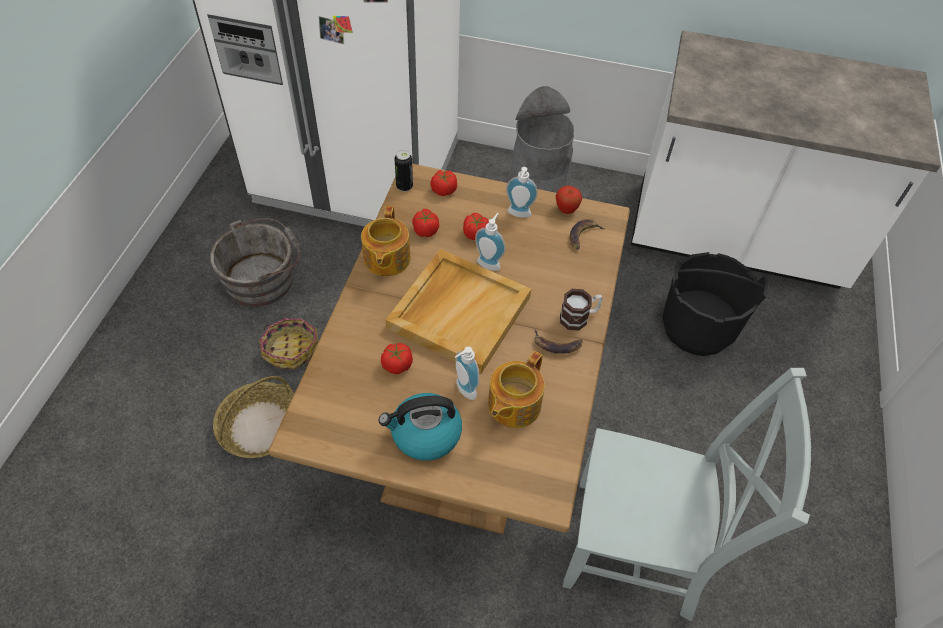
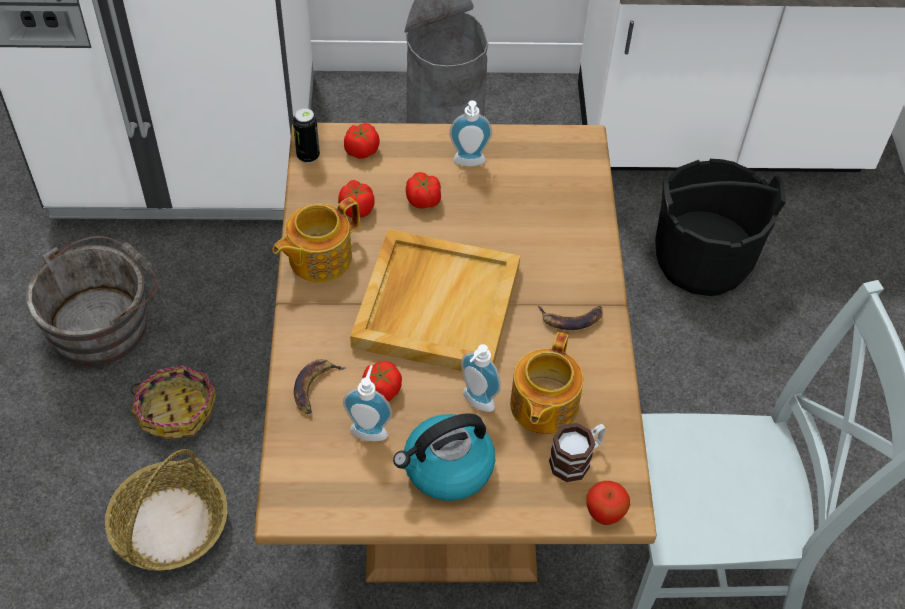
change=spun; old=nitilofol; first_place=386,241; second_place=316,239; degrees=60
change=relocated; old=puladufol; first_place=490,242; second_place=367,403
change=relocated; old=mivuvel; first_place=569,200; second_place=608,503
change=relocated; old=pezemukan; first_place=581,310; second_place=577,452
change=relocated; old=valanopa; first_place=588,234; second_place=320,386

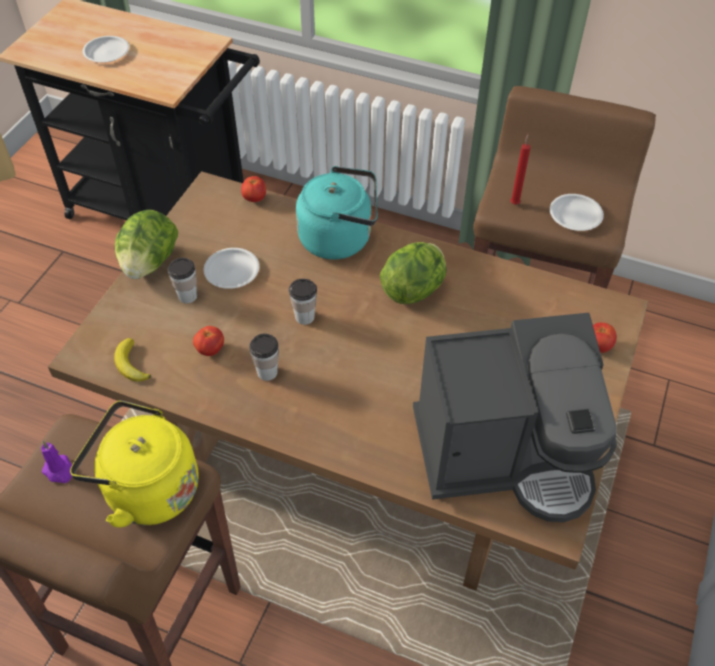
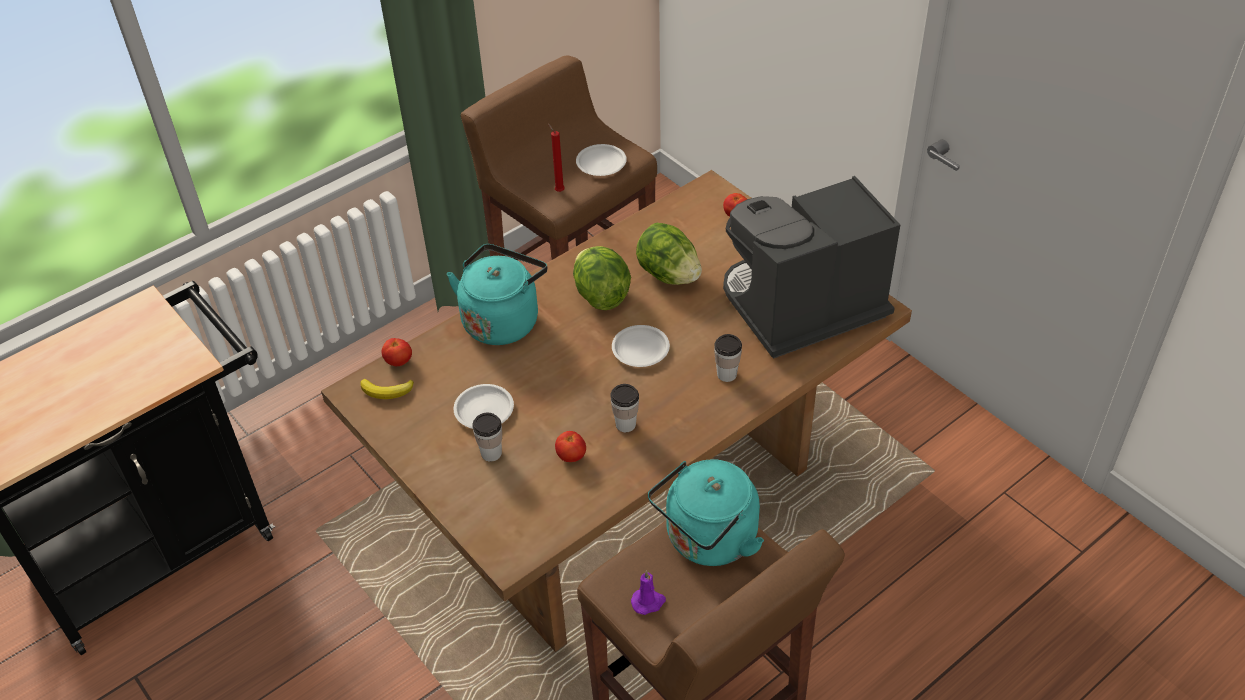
change=colour; old=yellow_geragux; new=turquoise_geragux; first_place=134,464; second_place=706,512
change=relocated; old=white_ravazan; first_place=106,49; second_place=641,346
change=relocated; old=valanopa; first_place=132,360; second_place=387,389
change=relocated; old=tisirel; first_place=146,244; second_place=669,254
change=relocated; old=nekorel; first_place=303,302; second_place=728,358
change=spun; old=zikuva; first_place=515,417; second_place=811,267; degrees=-135

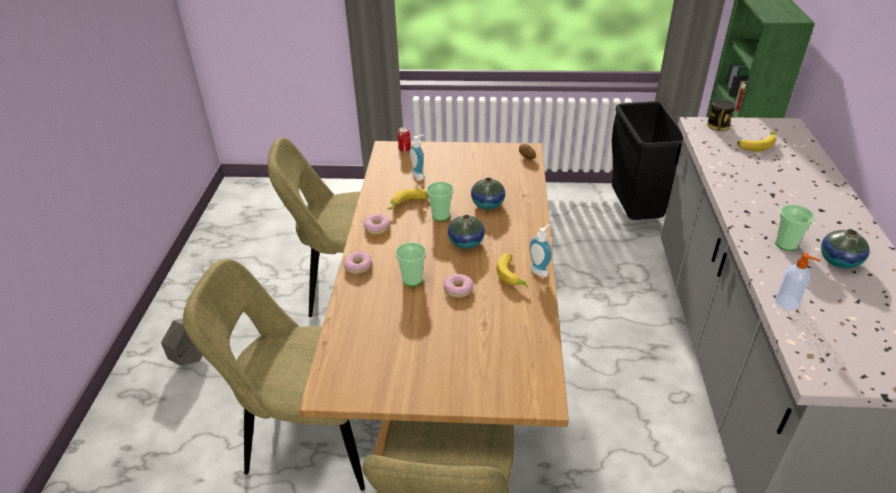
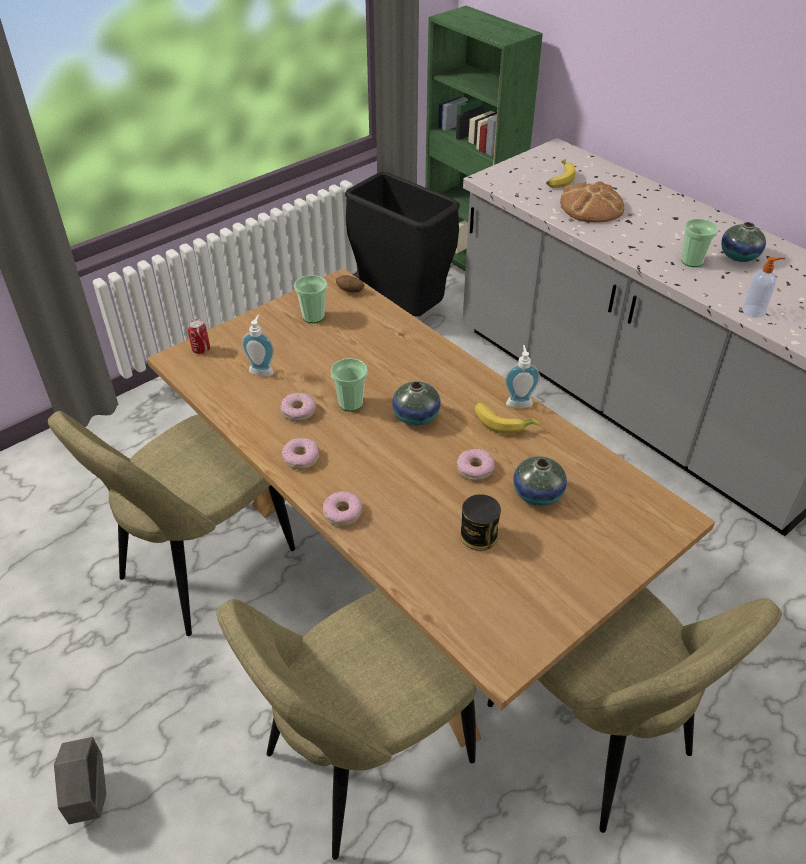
change=exchanged; old=valanopa; new=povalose; first_place=408,199; second_place=298,407
change=relocated; old=nekorel; first_place=410,264; second_place=310,299
change=relocated; old=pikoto; first_place=488,193; second_place=540,481
change=relocated; old=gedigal; first_place=721,115; second_place=480,522
change=appeared; new=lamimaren; second_place=592,202

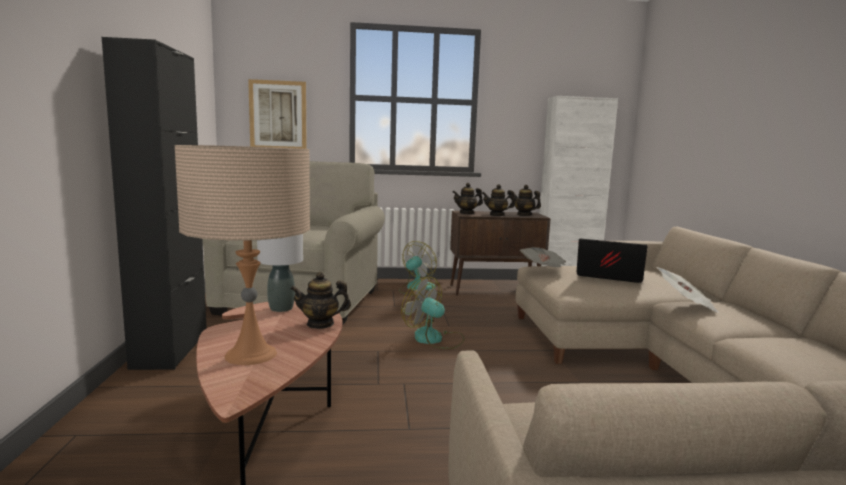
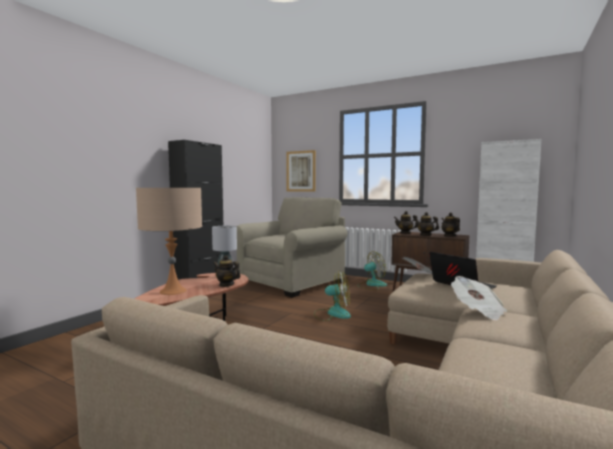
change=spun; old=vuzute; first_place=433,313; second_place=332,295; degrees=120

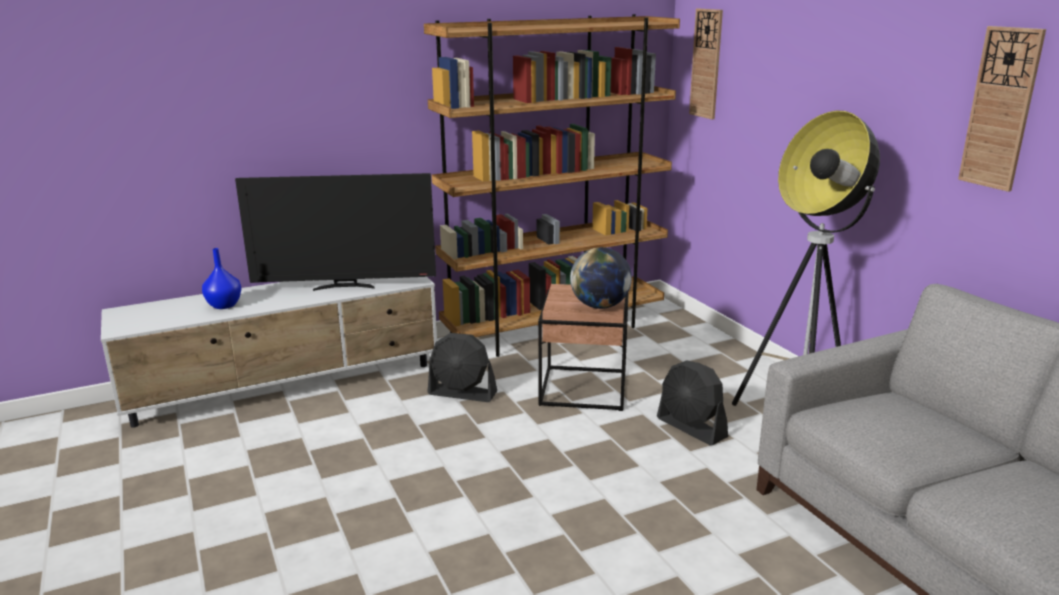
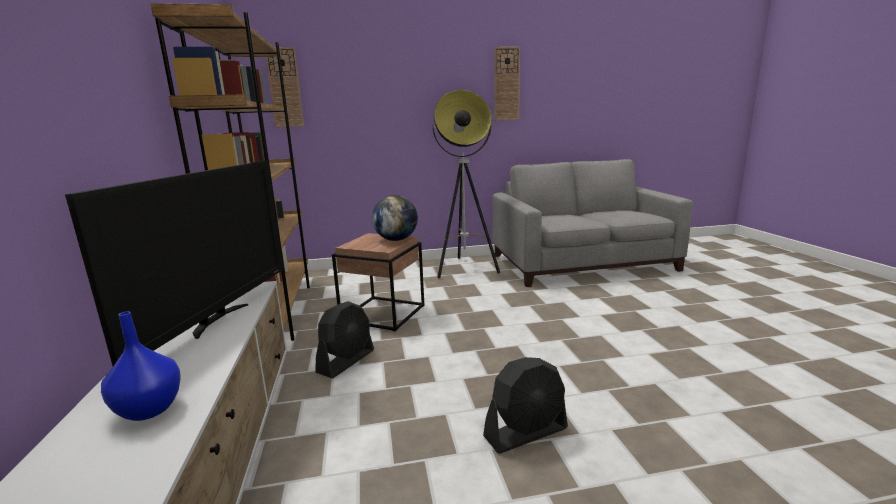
change=relocated; old=black_vuzute; first_place=692,403; second_place=525,405

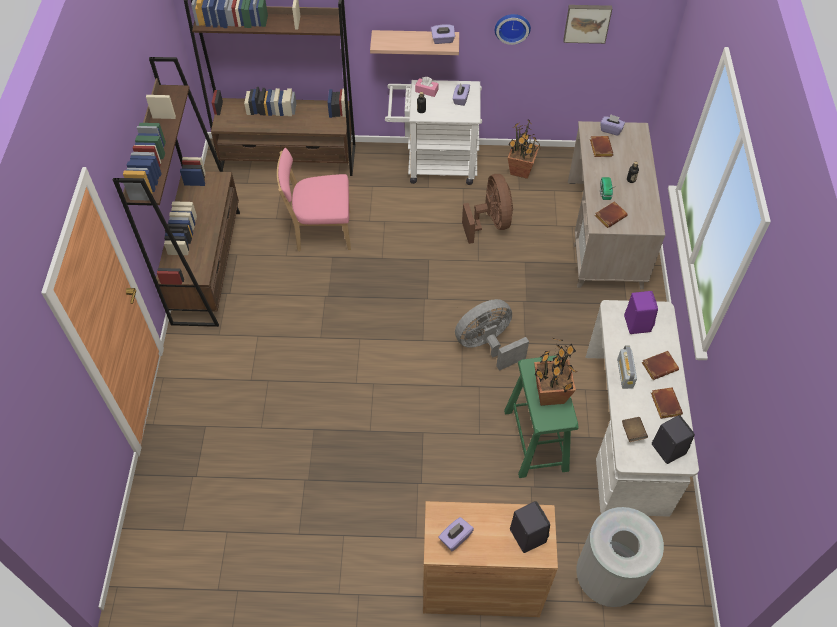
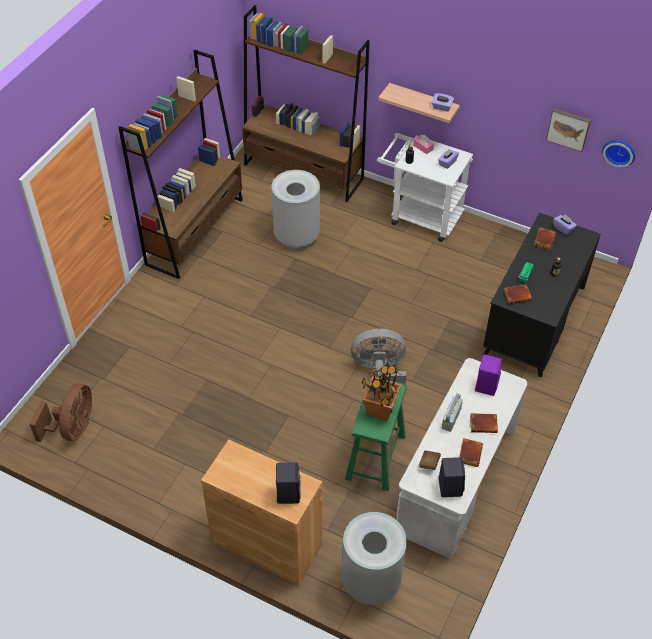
change=exchanged; old=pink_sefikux; new=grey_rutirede; first_place=314,199; second_place=295,210
change=missing; old=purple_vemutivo; first_place=456,534
change=relocated; old=brown_vuzute; first_place=487,209; second_place=60,412
change=relocated; old=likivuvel; first_place=513,29; second_place=618,154
change=missing; old=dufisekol; first_place=524,148
change=colour; old=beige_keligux; new=black_keligux; first_place=616,205; second_place=542,295

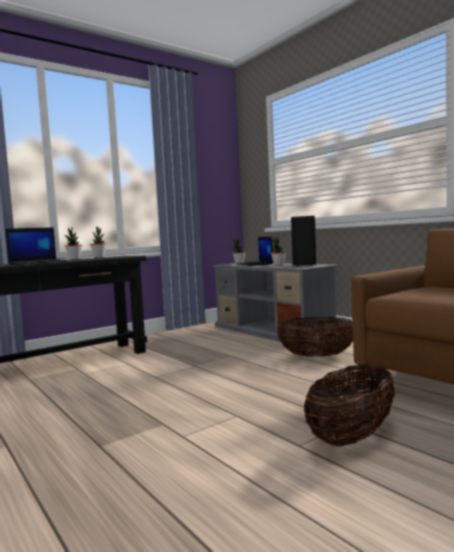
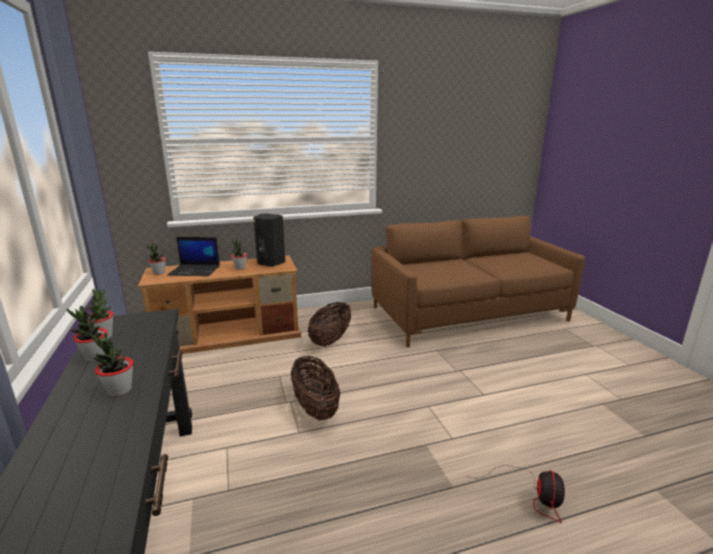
change=exchanged; old=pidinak; new=dufisekol; first_place=36,246; second_place=112,364
change=colour; old=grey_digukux; new=brown_digukux; first_place=275,302; second_place=219,305
change=relocated; old=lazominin; first_place=349,405; second_place=315,388
change=appeared; new=vuzute; second_place=515,494

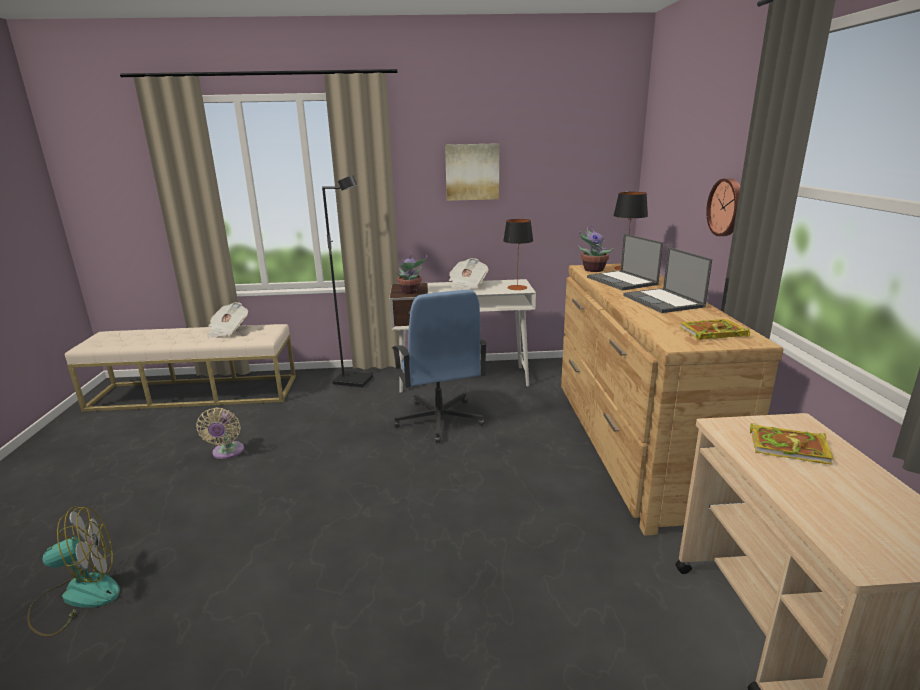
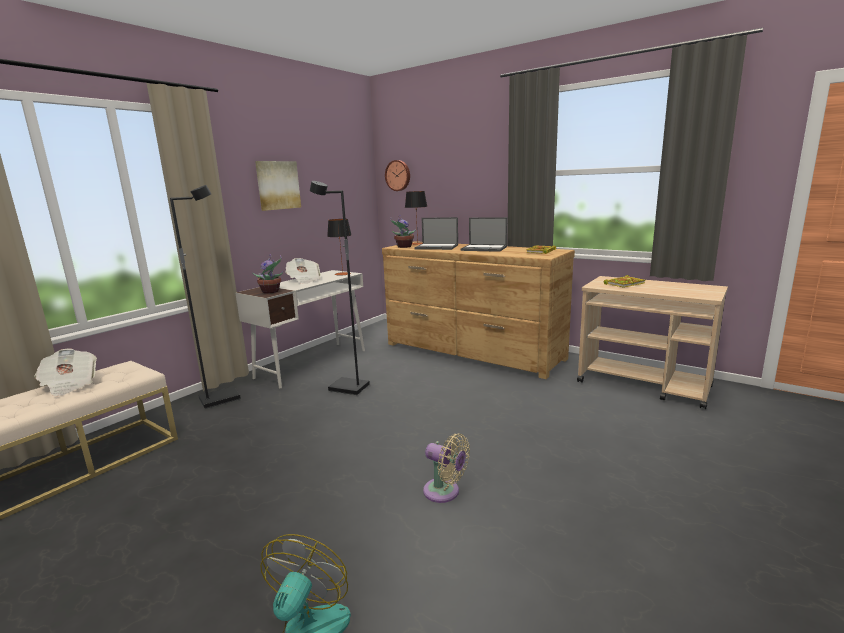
change=relocated; old=beige_vuzute; first_place=220,433; second_place=446,468
change=exchanged; old=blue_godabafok; new=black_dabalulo; first_place=440,366; second_place=340,288
change=relocated; old=likivuvel; first_place=723,207; second_place=397,175

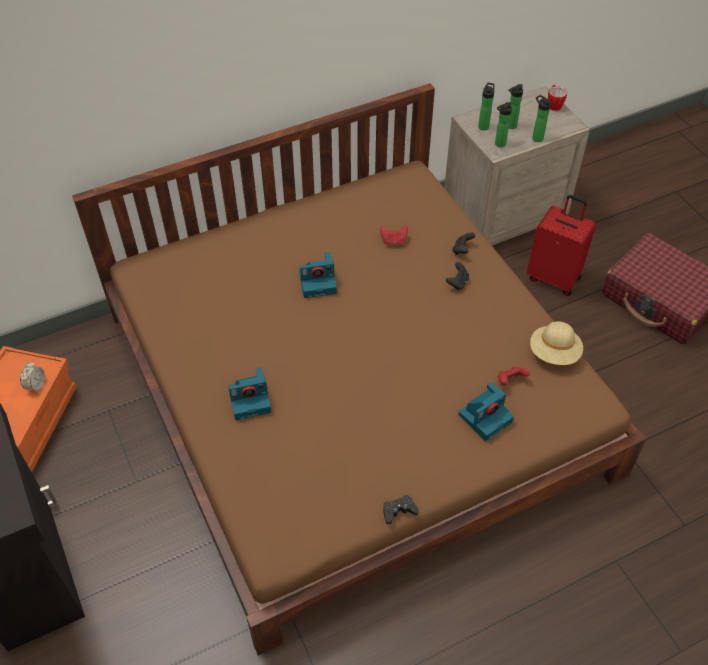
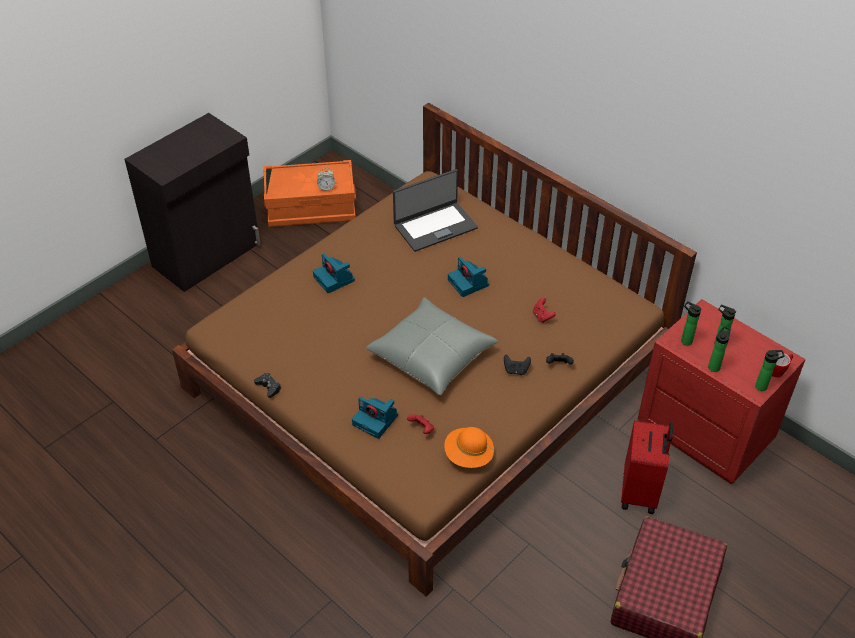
change=colour; old=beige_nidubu; new=red_nidubu; first_place=517,165; second_place=721,392
change=relocated; old=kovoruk; first_place=486,106; second_place=770,370
change=colour; old=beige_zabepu; new=orange_zabepu; first_place=556,343; second_place=469,447
change=appeared; new=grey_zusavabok; second_place=432,346
change=appeared; new=pidinak; second_place=435,210

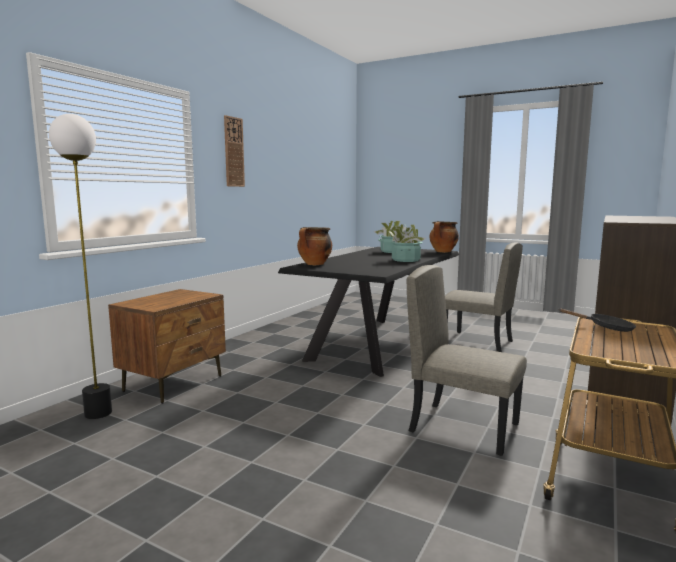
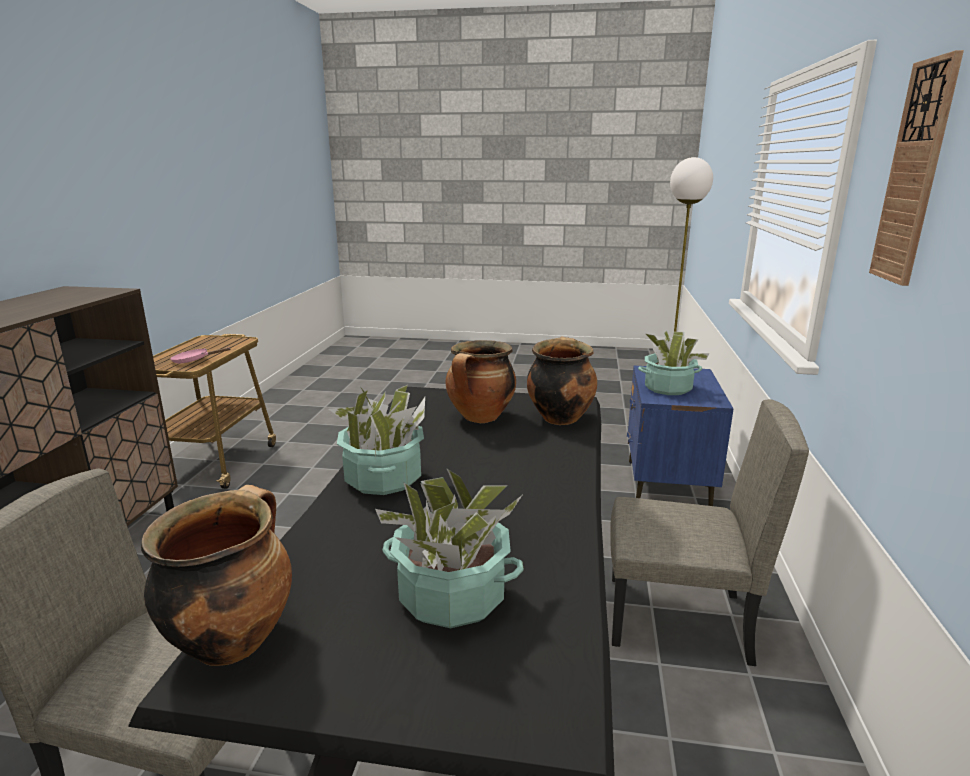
change=colour; old=brown_nidubu; new=blue_nidubu; first_place=167,346; second_place=680,436
change=relocated; old=beige_sefikux; first_place=467,360; second_place=709,532
change=colour; old=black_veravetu; new=pink_veravetu; first_place=597,320; second_place=200,355
change=appeared; new=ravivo; second_place=480,381
change=appeared; new=dufisekol; second_place=673,363

